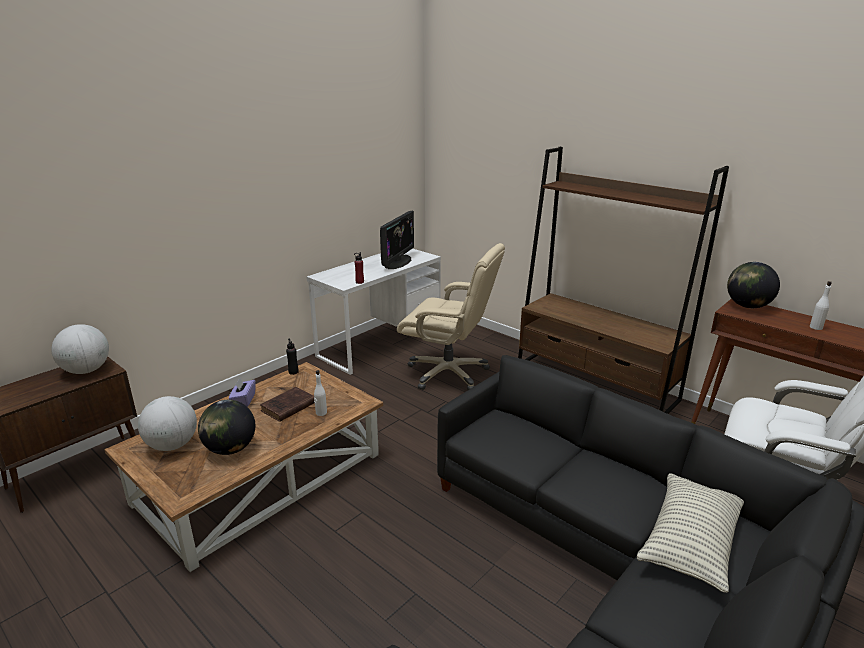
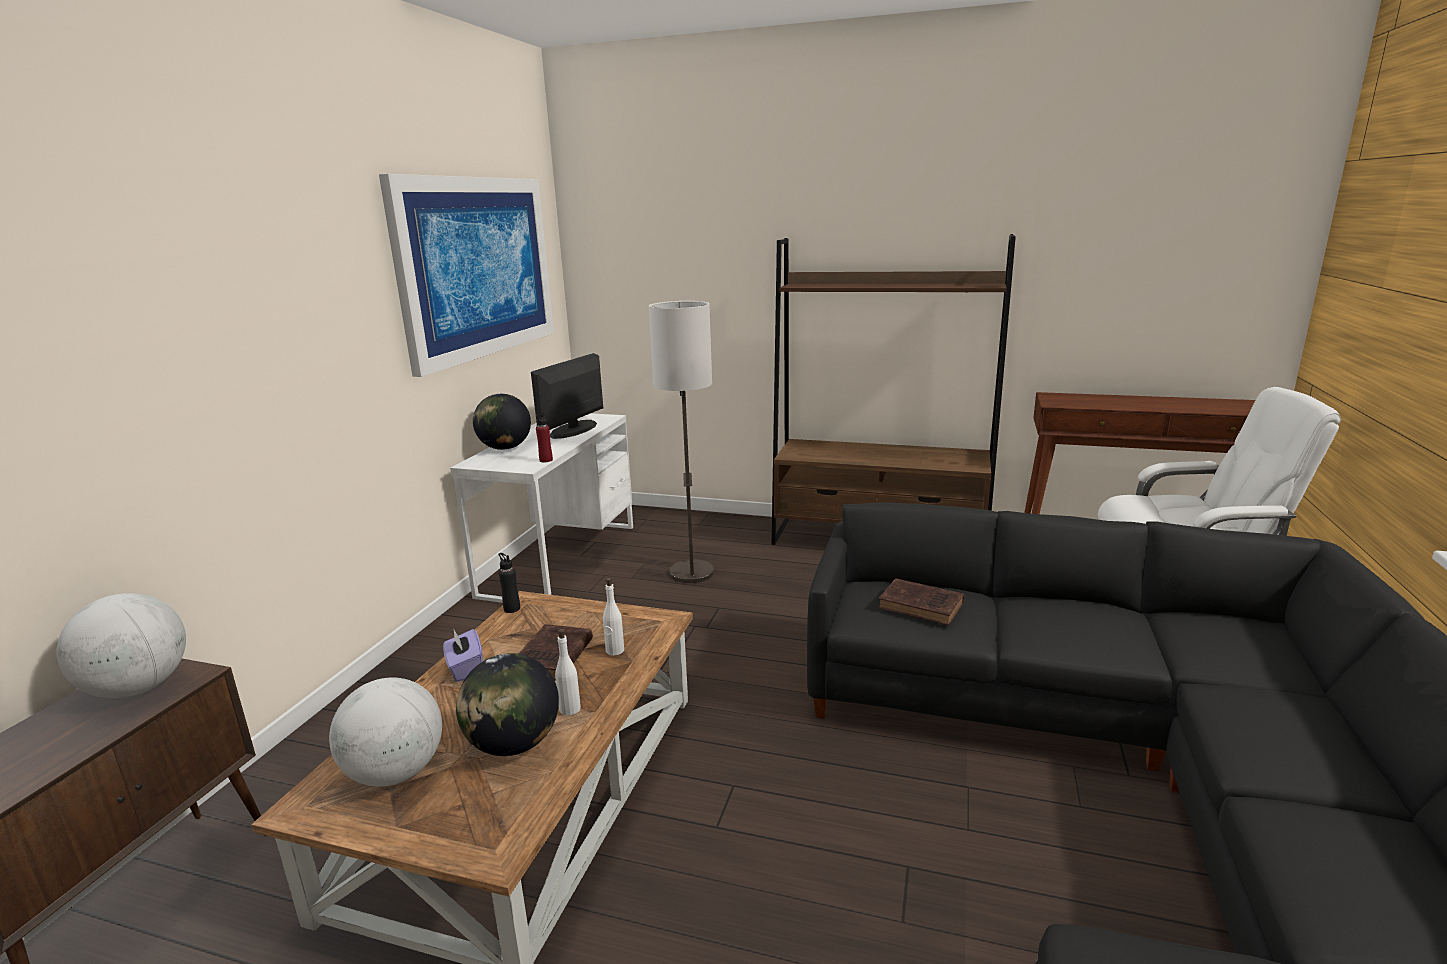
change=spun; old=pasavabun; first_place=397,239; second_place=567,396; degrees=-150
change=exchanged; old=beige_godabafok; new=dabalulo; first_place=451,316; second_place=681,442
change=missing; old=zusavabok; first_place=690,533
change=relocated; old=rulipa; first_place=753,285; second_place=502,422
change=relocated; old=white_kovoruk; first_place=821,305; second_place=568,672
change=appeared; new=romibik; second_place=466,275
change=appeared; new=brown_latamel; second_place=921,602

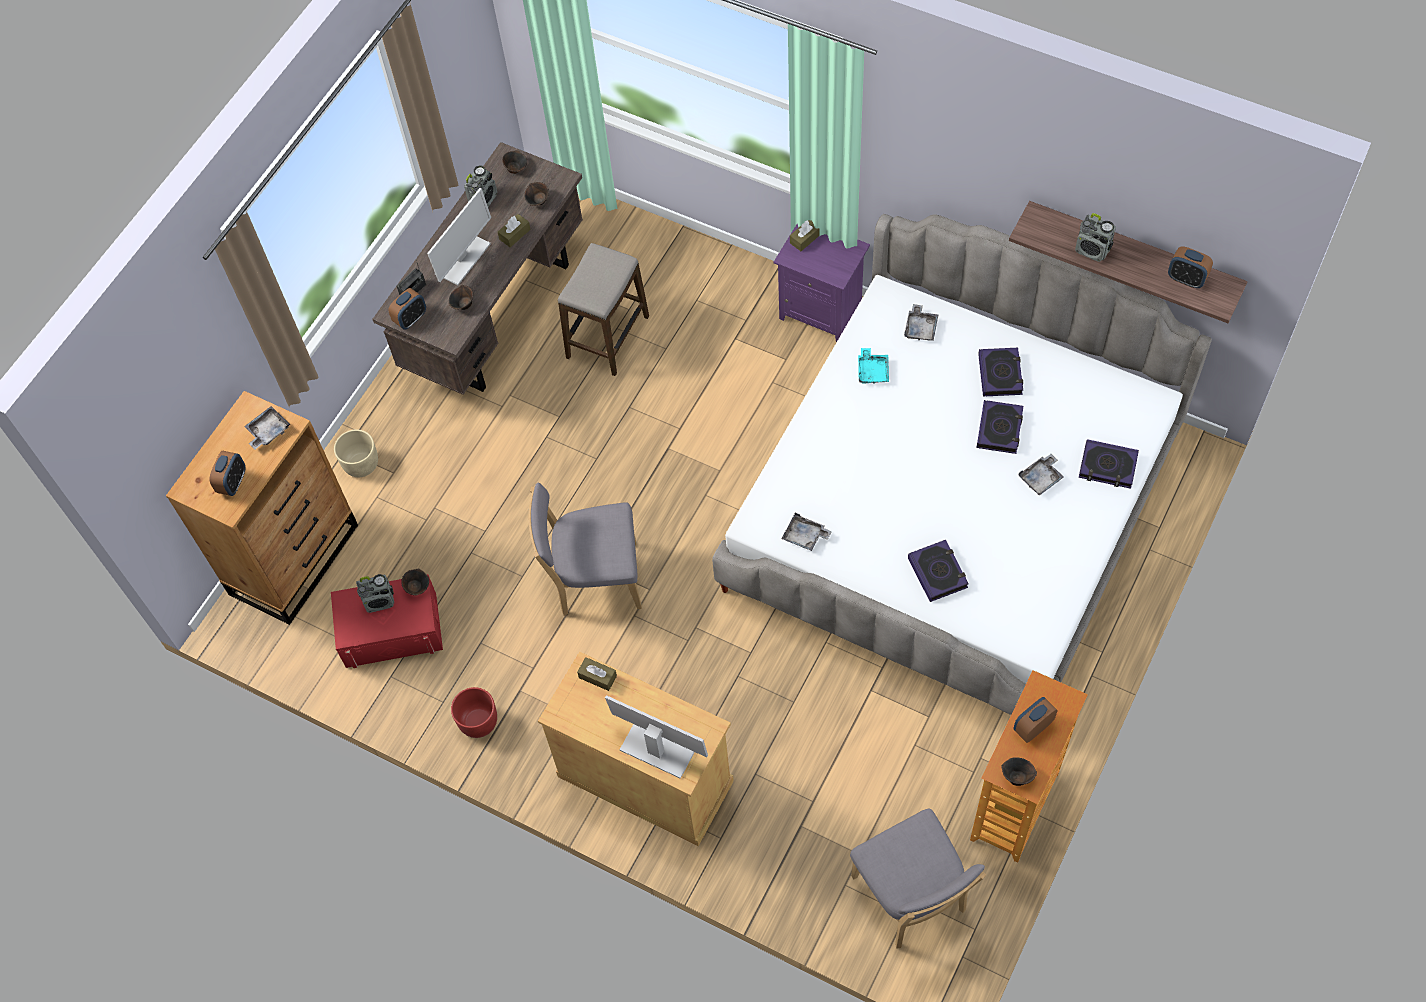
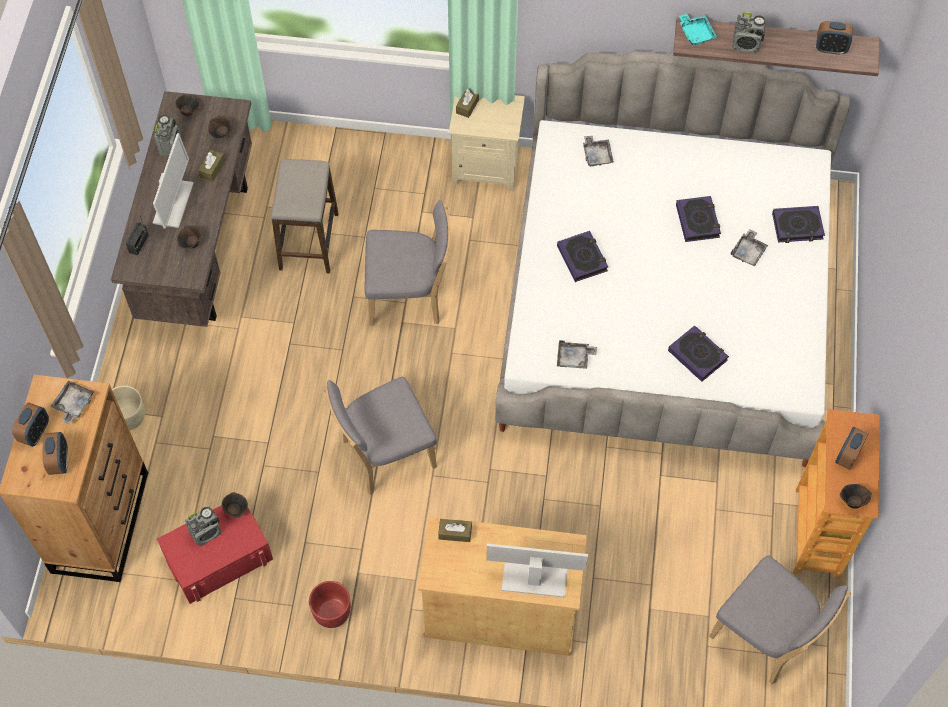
change=relocated; old=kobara; first_place=407,309; second_place=30,424
change=colour; old=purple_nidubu; new=beige_nidubu; first_place=822,283; second_place=487,143
change=relocated; old=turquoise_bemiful; first_place=873,366; second_place=698,30
change=relocated; old=latamel; first_place=1000,372; second_place=582,256
change=appeared; new=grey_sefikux; second_place=407,263

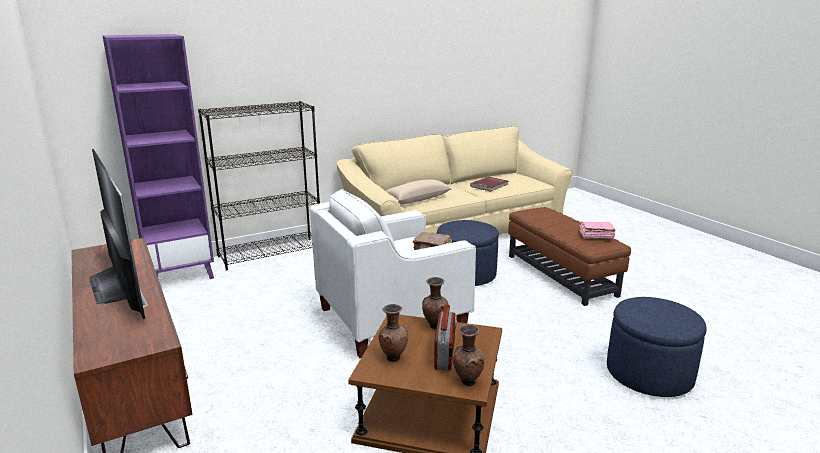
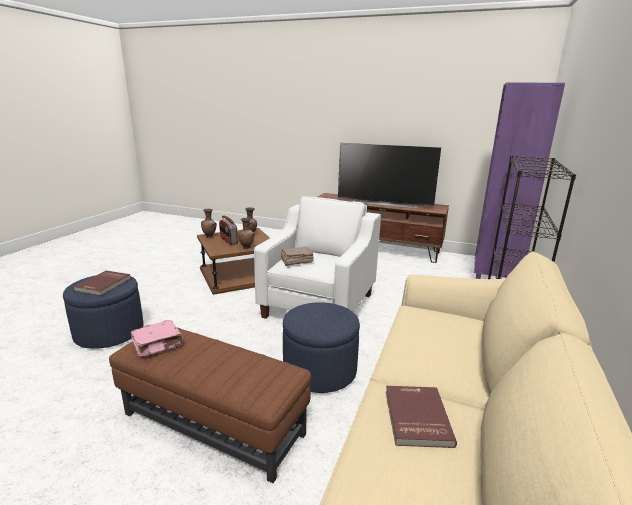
change=missing; old=beige_zusavabok; first_place=419,191
change=appeared; new=red_latamel; second_place=102,283

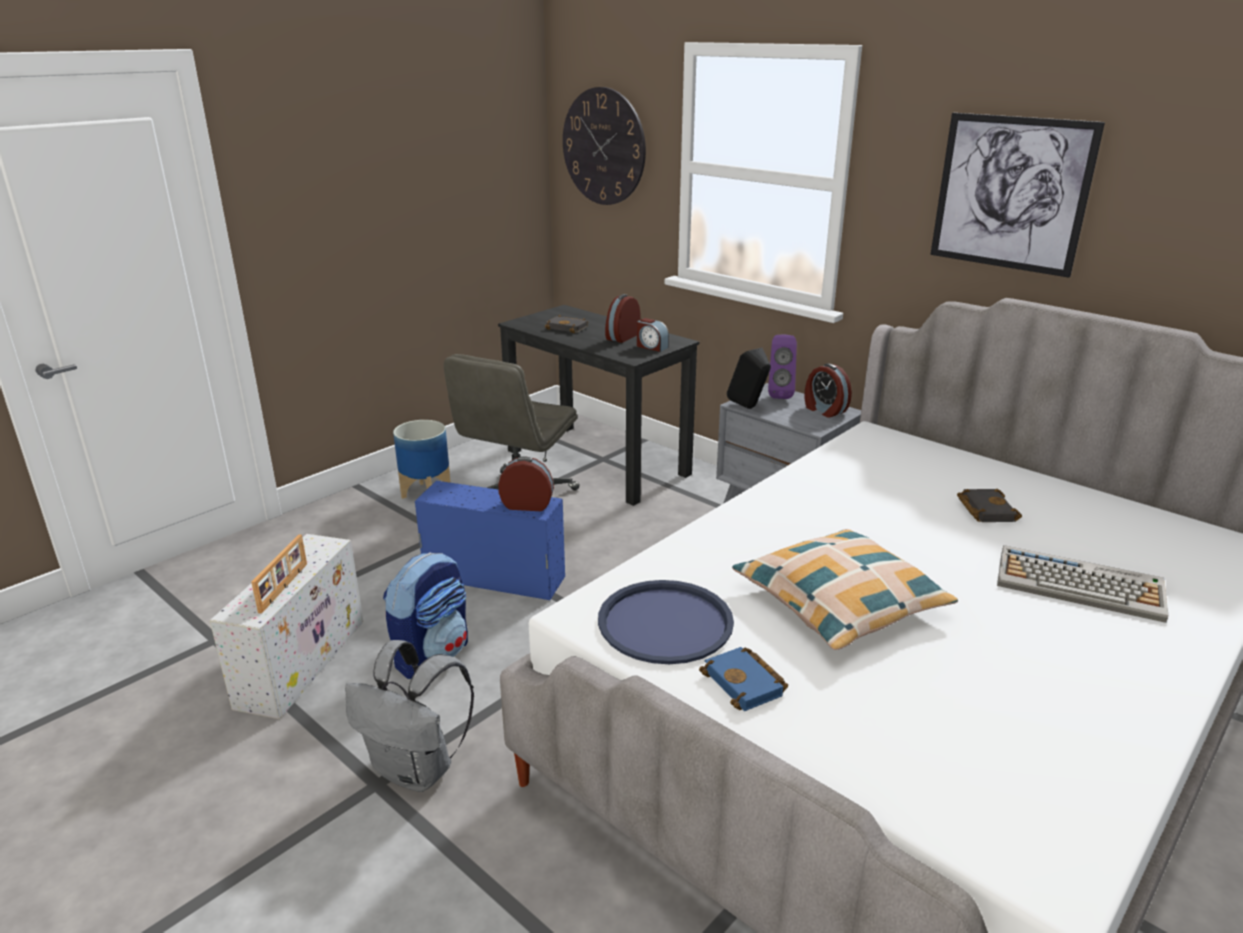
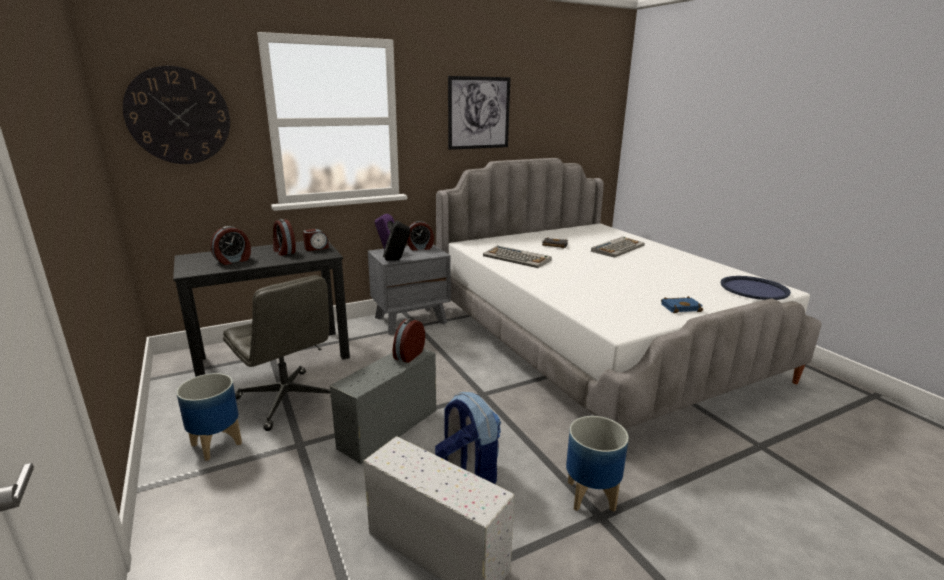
change=missing; old=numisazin; first_place=279,574
change=exchanged; old=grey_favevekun; new=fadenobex; first_place=409,716; second_place=597,464
change=colour; old=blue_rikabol; new=grey_rikabol; first_place=490,540; second_place=383,406
change=exchanged; old=black_latamel; new=kobara; first_place=566,324; second_place=231,245
change=relocated; old=blue_bemiful; first_place=666,622; second_place=756,288
change=missing; old=zusavabok; first_place=845,589
change=appeared; new=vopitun; second_place=517,256

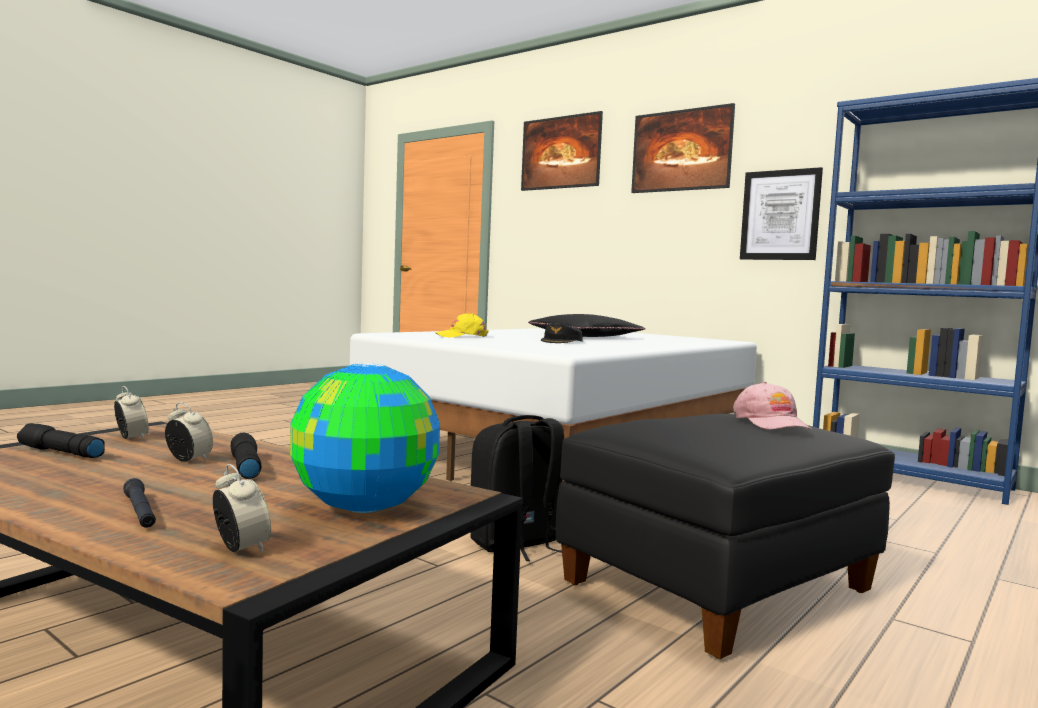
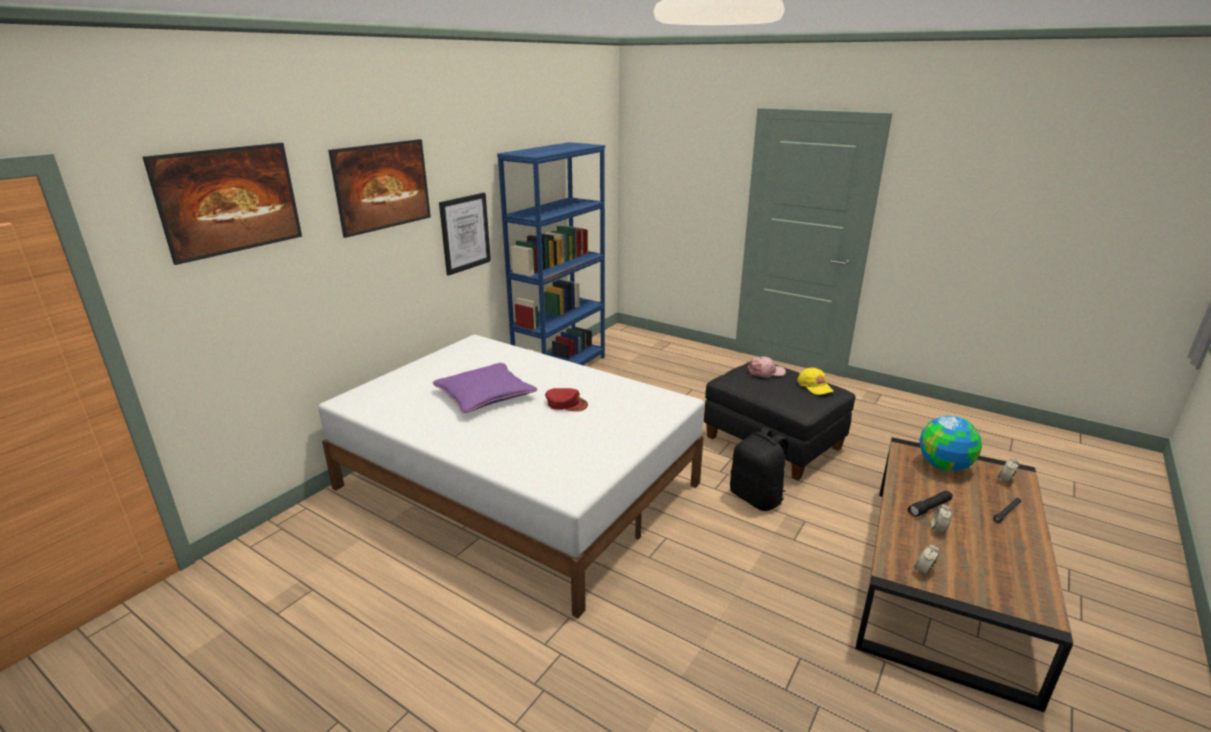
change=missing; old=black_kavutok; first_place=61,440
change=relocated; old=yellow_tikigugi; first_place=462,325; second_place=815,381
change=colour; old=black_zusavabok; new=purple_zusavabok; first_place=586,325; second_place=485,388
change=colour; old=black_tikigugi; new=red_tikigugi; first_place=562,332; second_place=566,400

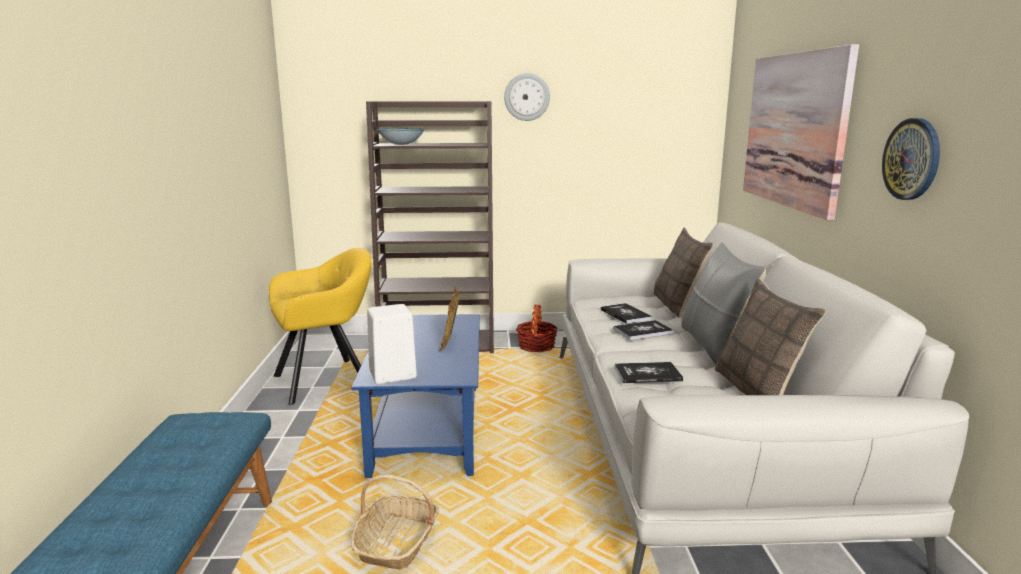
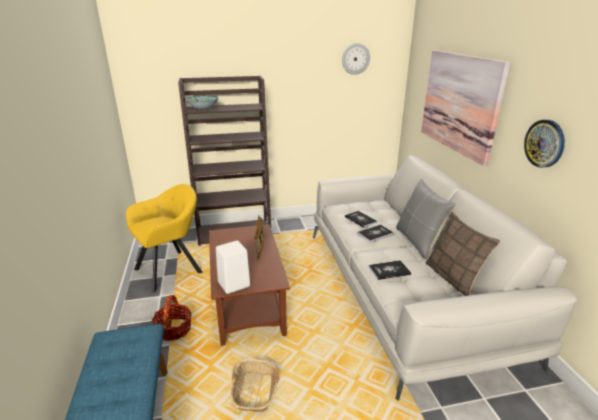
change=colour; old=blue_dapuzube; new=brown_dapuzube; first_place=415,396; second_place=249,285
change=relocated; old=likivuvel; first_place=527,97; second_place=356,59
change=relocated; old=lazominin; first_place=537,328; second_place=172,318
change=missing; old=zusavabok; first_place=684,273

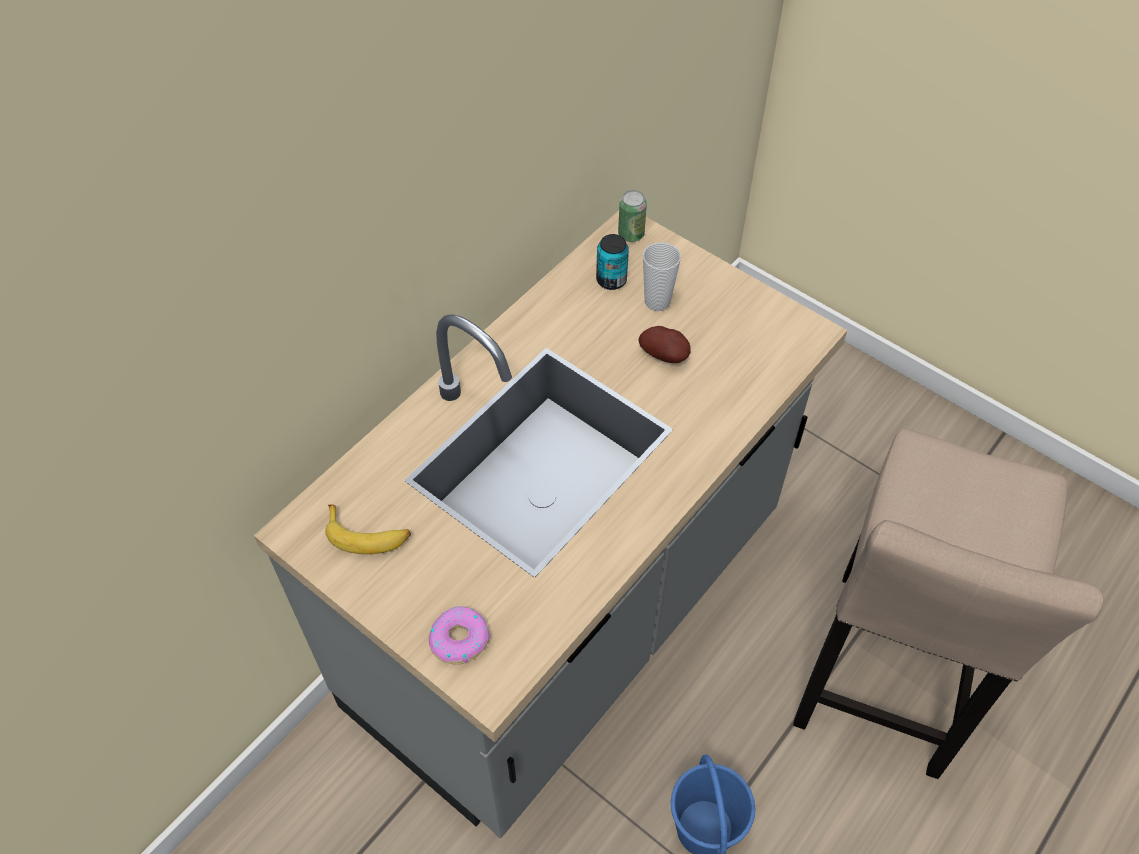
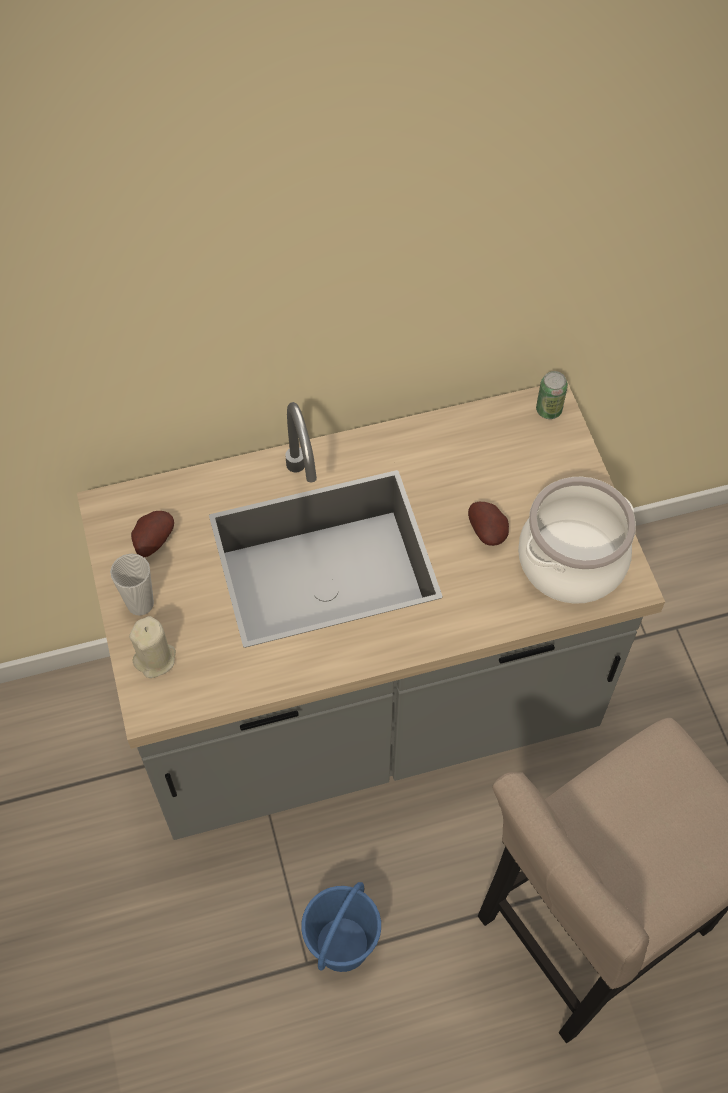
change=exchanged; old=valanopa; new=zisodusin; first_place=368,529; second_place=152,534
change=exchanged; old=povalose; new=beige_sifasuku; first_place=459,635; second_place=152,647
change=missing; old=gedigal; first_place=612,262
change=relocated; old=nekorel; first_place=662,276; second_place=132,584
change=appeared; new=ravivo; second_place=577,540

